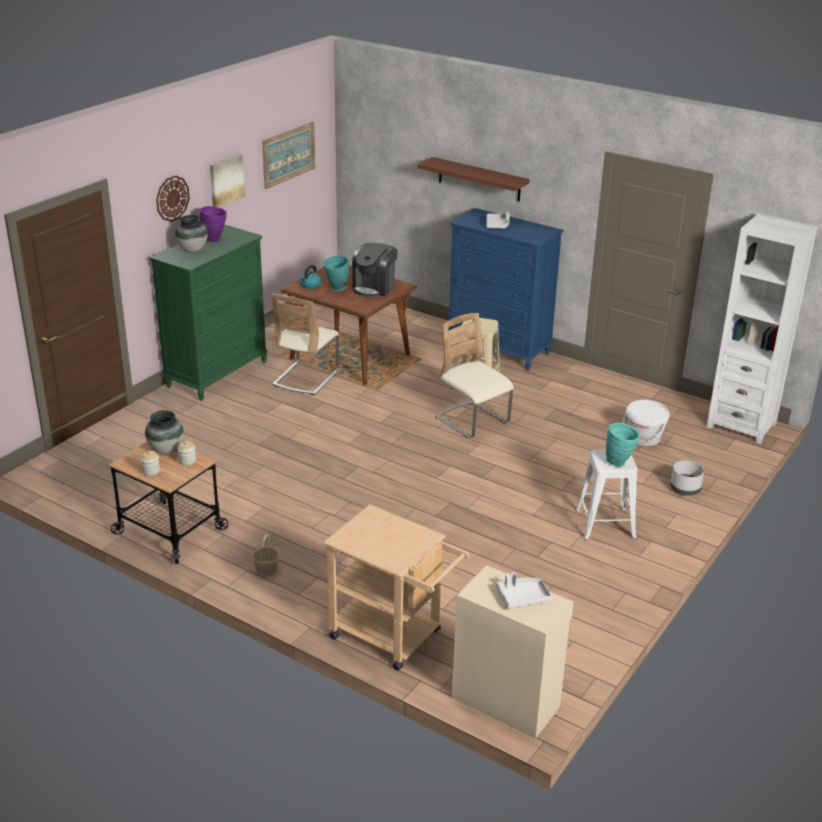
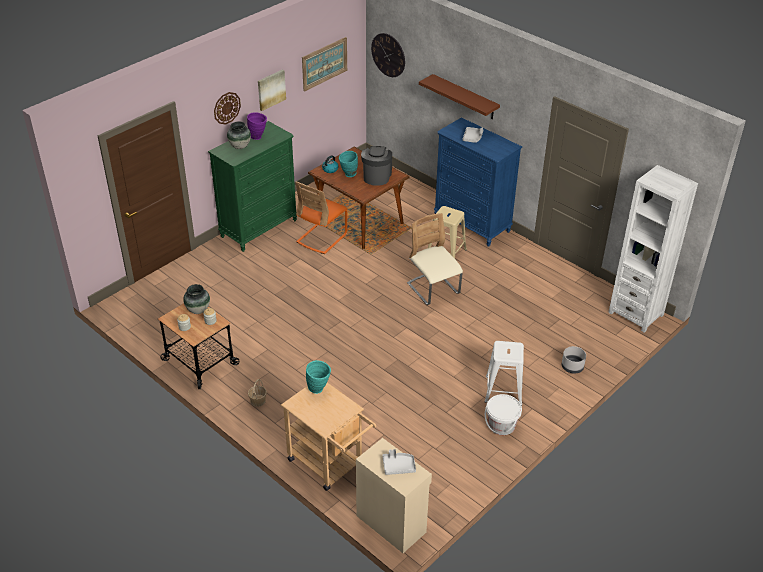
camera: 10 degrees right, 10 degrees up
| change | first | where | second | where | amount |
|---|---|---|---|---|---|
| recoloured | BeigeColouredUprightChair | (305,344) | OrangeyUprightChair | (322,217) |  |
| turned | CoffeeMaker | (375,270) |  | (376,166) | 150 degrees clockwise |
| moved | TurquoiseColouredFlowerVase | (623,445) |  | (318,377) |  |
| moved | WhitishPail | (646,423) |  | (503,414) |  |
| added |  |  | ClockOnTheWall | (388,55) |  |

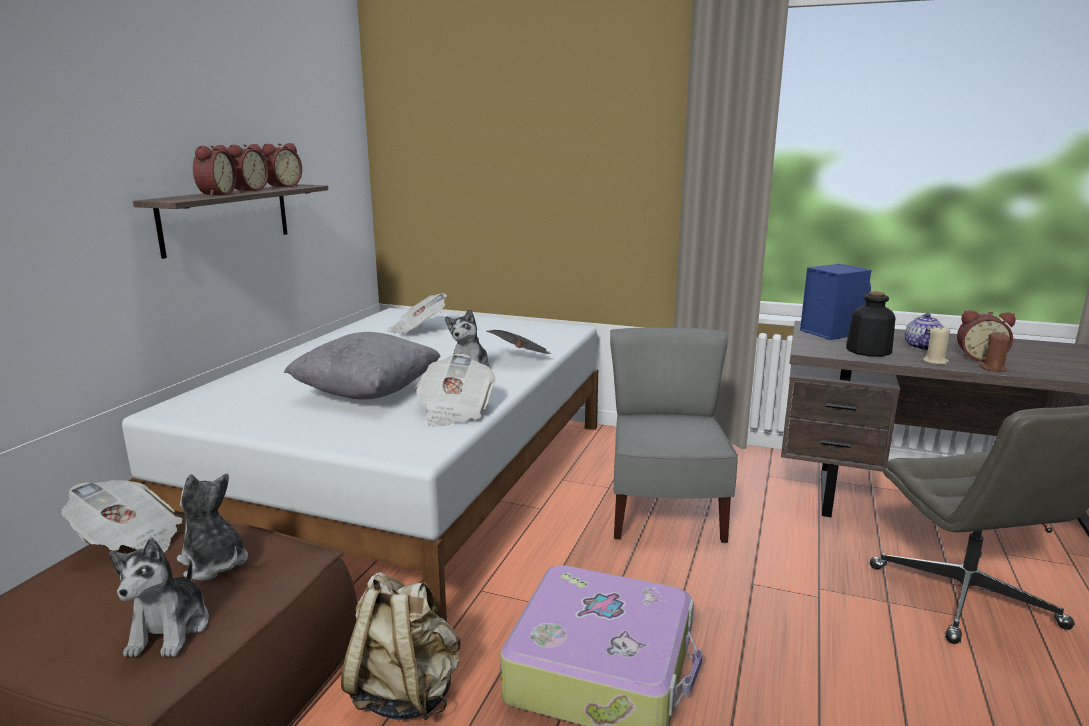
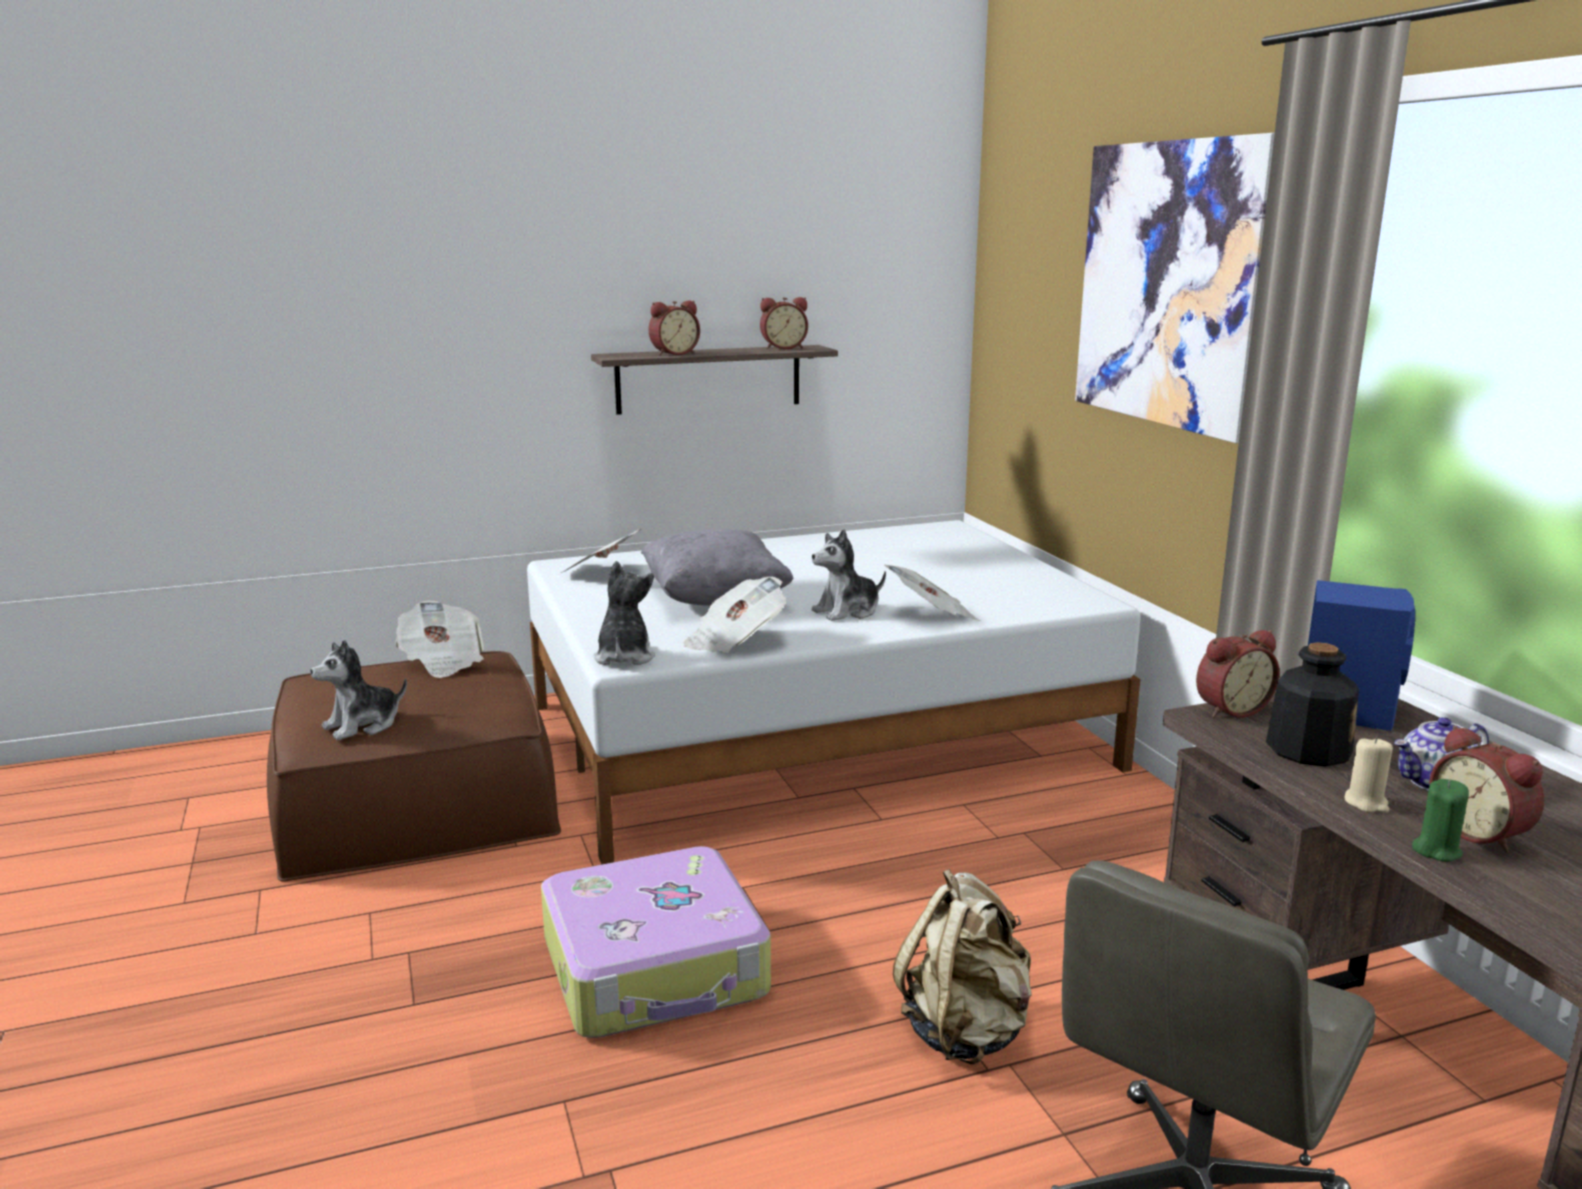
camera: 50 degrees right, 0 degrees up
| change | first | where | second | where | amount |
|---|---|---|---|---|---|
| moved | SoftToy | (212,527) |  | (624,613) |  |
| moved | TableClock | (248,168) |  | (1237,674) |  |
| moved | BeigeColouredBackpack | (400,646) |  | (962,966) |  |
| moved | Newspaper | (417,313) |  | (601,551) |  |
| removed | GrayUprightChair | (674,435) |  |  |  |
| recoloured | BrownColouredWaxLight | (994,352) | GreenColouredWaxLight | (1440,820) |  |
| added |  |  | WallPicture | (1175,288) |  |

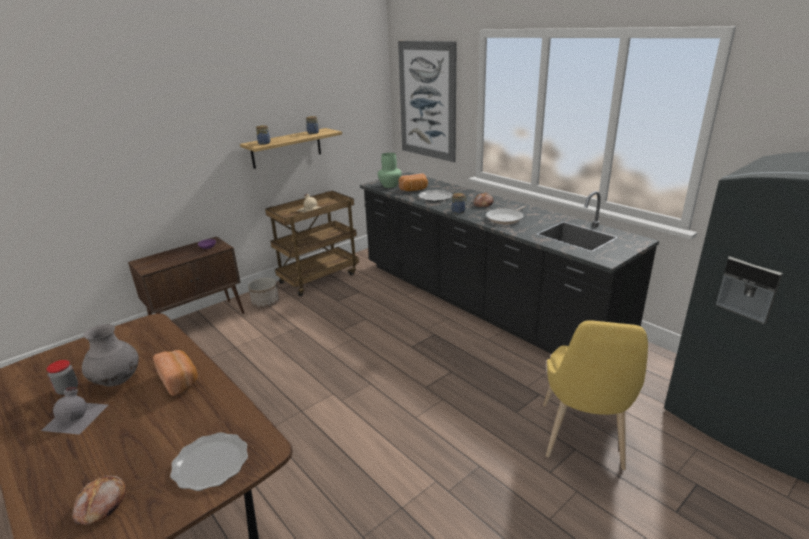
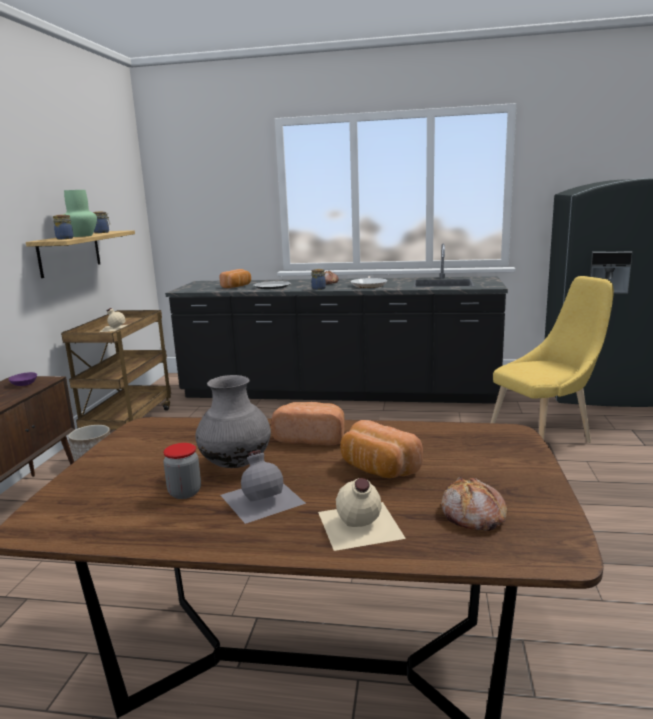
camera: 40 degrees left, 10 degrees down
| change | first | where | second | where | amount |
|---|---|---|---|---|---|
| removed | FlatDish | (209,461) |  |  |  |
| moved | GreenColouredFlowerVase | (390,170) |  | (80,213) |  |
| removed | WallPicture | (427,101) |  |  |  |
| turned | YellowColouredUprightChair | (595,395) |  | (552,359) | 90 degrees counterclockwise |
| added |  |  | BeigeColouredBottle | (362,514) |  |
| added |  |  | BakedBread | (381,449) |  |

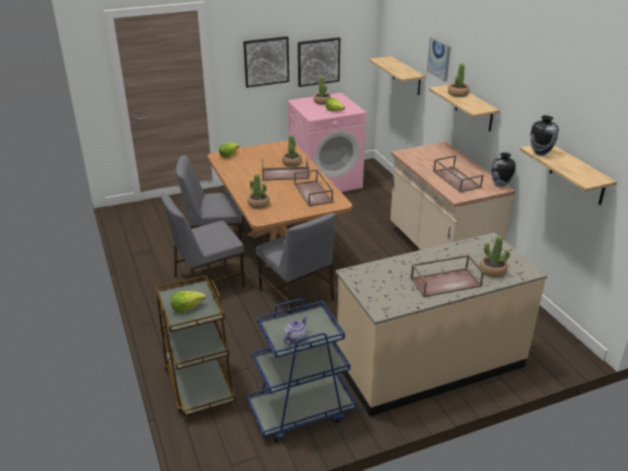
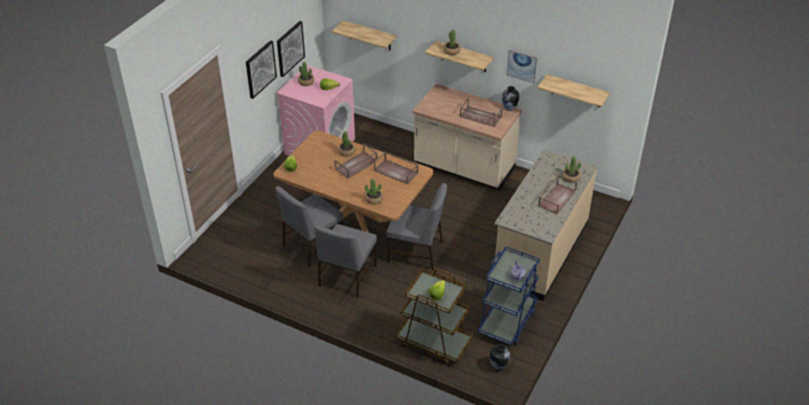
camera: 40 degrees left, 10 degrees up
| change | first | where | second | where | amount |
|---|---|---|---|---|---|
| moved | WallPicture | (439,59) |  | (522,66) |  |
| moved | FlowerVase | (545,135) |  | (500,357) |  |

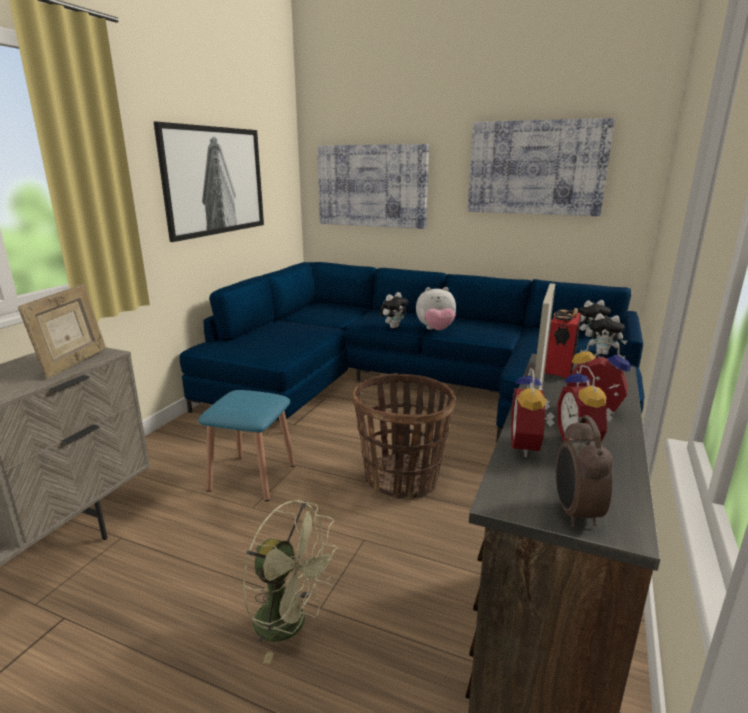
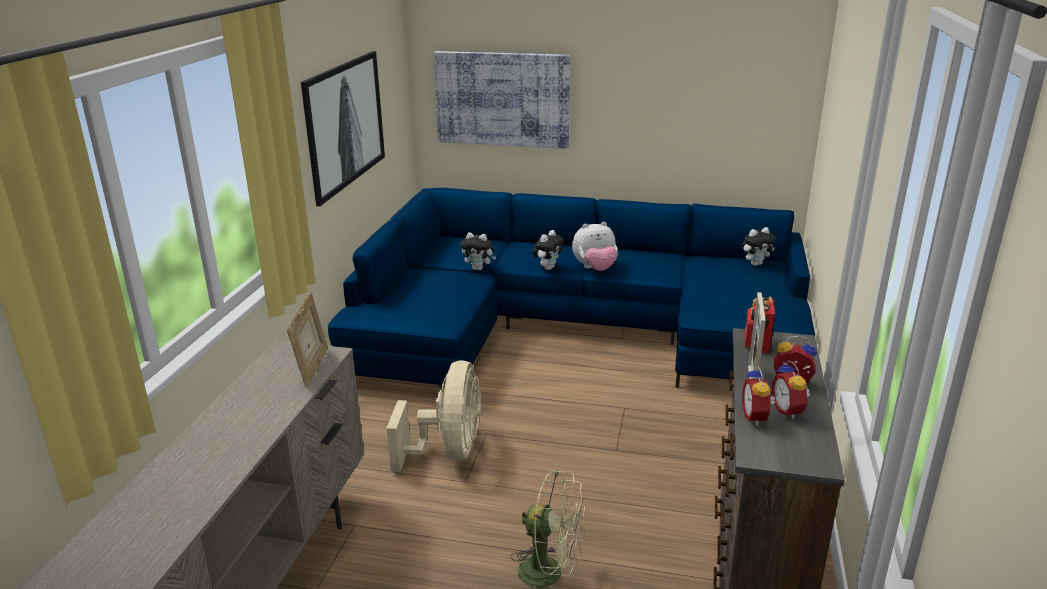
camera: 10 degrees left, 5 degrees up
| change | first | where | second | where | amount |
|---|---|---|---|---|---|
| replaced | BlueColouredSittingStool | (247,445) | BeigeColouredFan | (434,416) |  |
| removed | Basket | (404,436) |  |  |  |
| removed | WallPicture | (541,167) |  |  |  |
| removed | TableClock | (584,472) |  |  |  |
| moved | SoftToy | (607,334) |  | (478,251) |  |

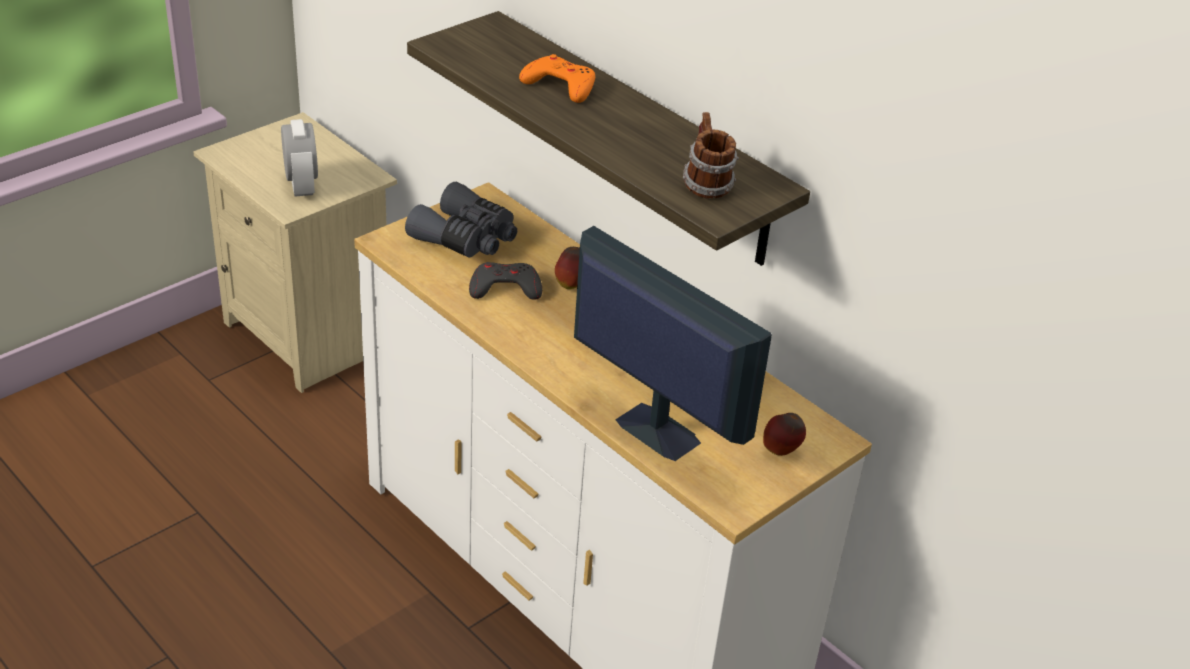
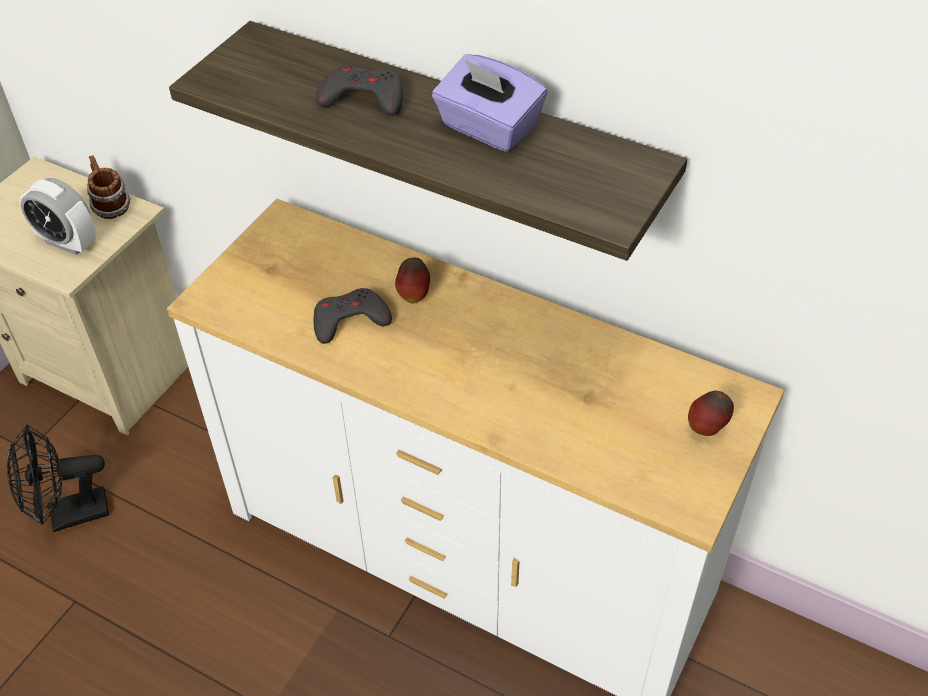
camera: 15 degrees left, 10 degrees up
| change | first | where | second | where | amount |
|---|---|---|---|---|---|
| turned | TableClock | (299,158) |  | (58,216) | 150 degrees clockwise |
| removed | GrayFieldGlasses | (461,220) |  |  |  |
| recoloured | OrangeyJoypad | (557,78) | GrayJoypad | (359,90) |  |
| removed | Monitor | (673,343) |  |  |  |
| moved | CoffeeMug | (711,155) |  | (109,187) |  |
| added |  |  | BlackColouredFan | (58,478) |  |
| added |  |  | PurpleTissueBox | (489,103) |  |

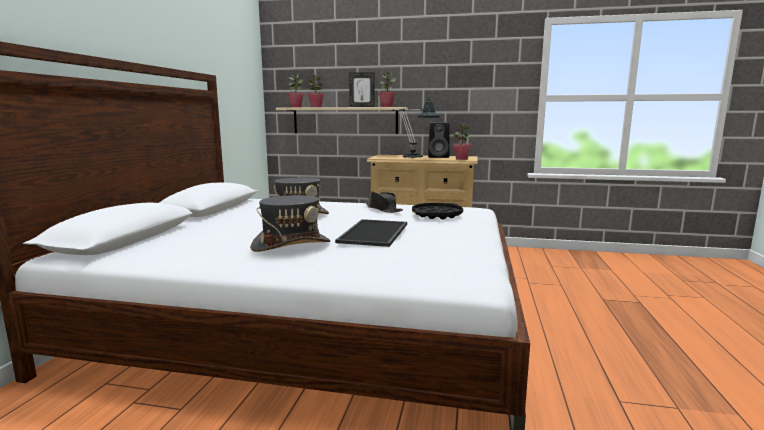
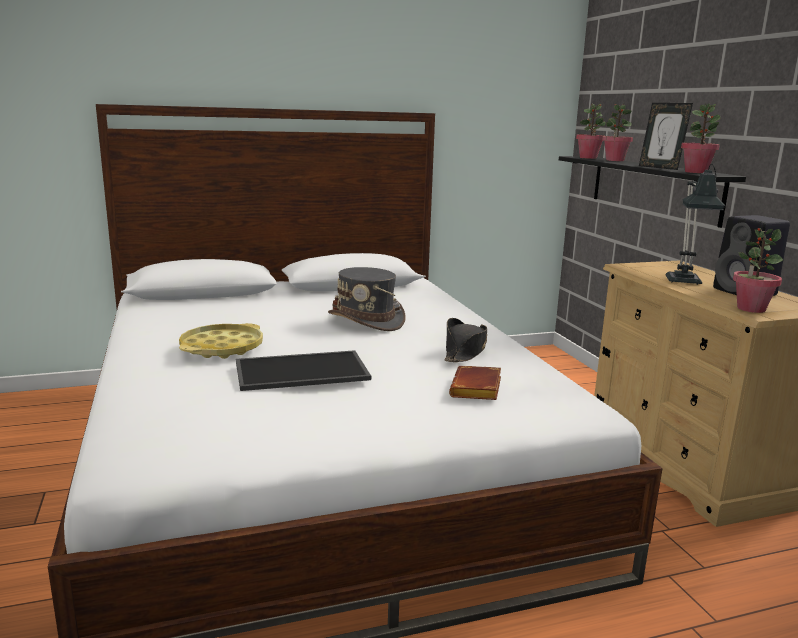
camera: 60 degrees right, 5 degrees up
| change | first | where | second | where | amount |
|---|---|---|---|---|---|
| replaced | GrayHat | (290,223) | YellowColouredTray | (221,341) |  |
| recoloured | BeigeColouredWallShelf | (342,120) | BlackColouredWallShelf | (652,192) |  |
| replaced | BlackColouredTray | (437,211) | BrownColouredVolume | (475,383) |  |

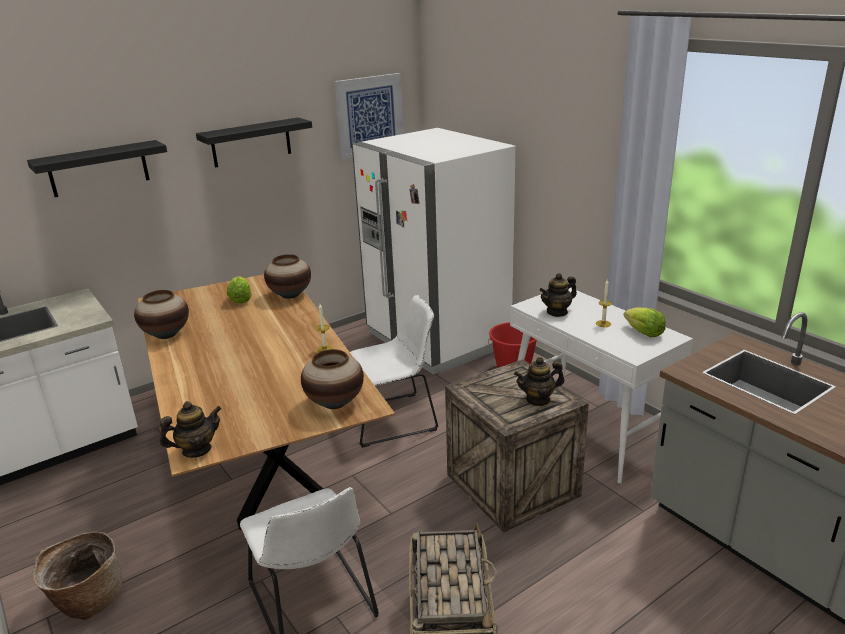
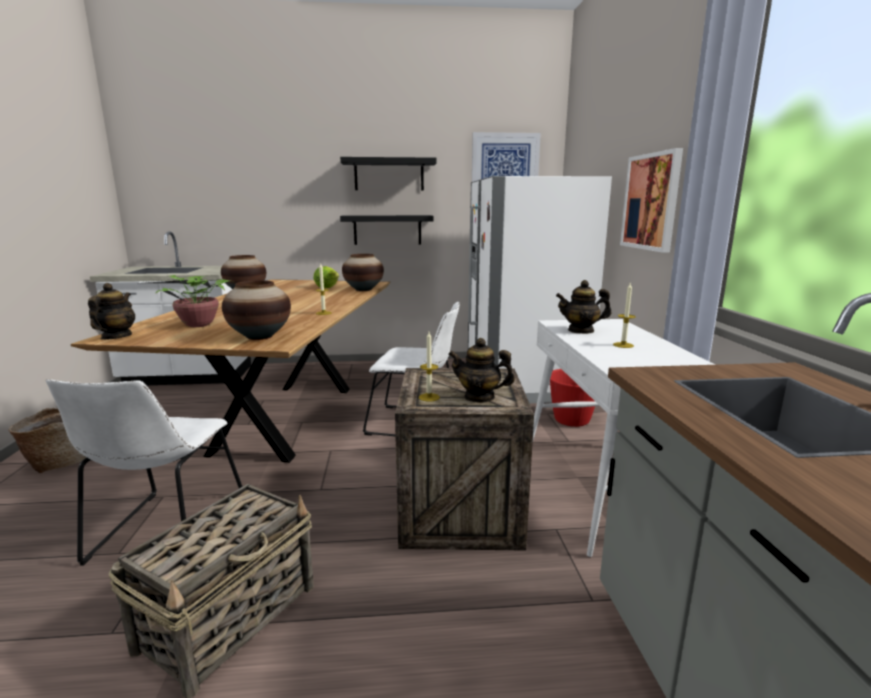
camera: 30 degrees right, 10 degrees down
| change | first | where | second | where | amount |
|---|---|---|---|---|---|
| moved | BlackColouredWallShelf | (97,168) |  | (386,230) |  |
| turned | PotForTea | (191,429) |  | (111,311) | 90 degrees counterclockwise |
| removed | Lettuce | (645,322) |  |  |  |
| added |  |  | PottedPlant | (190,301) |  |
| added |  |  | WaxLight | (429,367) |  |
| added |  |  | WallPicture | (651,200) |  |

